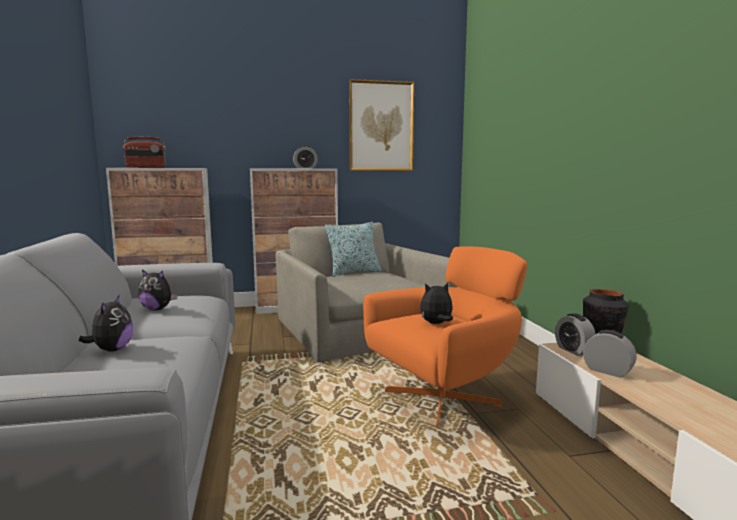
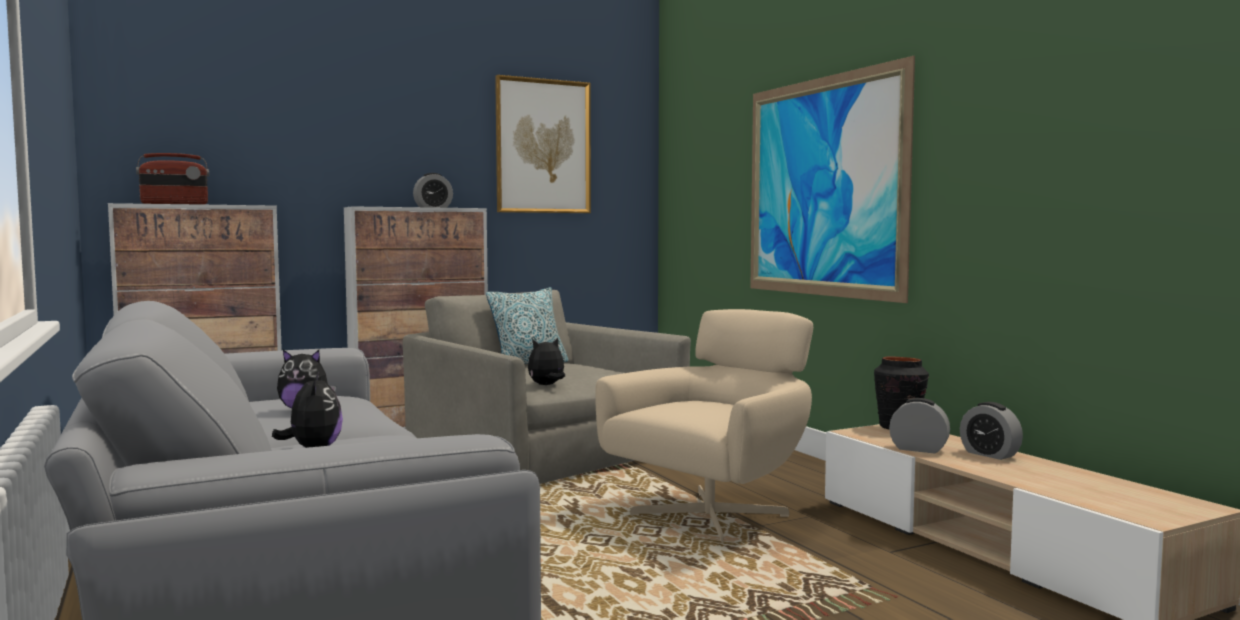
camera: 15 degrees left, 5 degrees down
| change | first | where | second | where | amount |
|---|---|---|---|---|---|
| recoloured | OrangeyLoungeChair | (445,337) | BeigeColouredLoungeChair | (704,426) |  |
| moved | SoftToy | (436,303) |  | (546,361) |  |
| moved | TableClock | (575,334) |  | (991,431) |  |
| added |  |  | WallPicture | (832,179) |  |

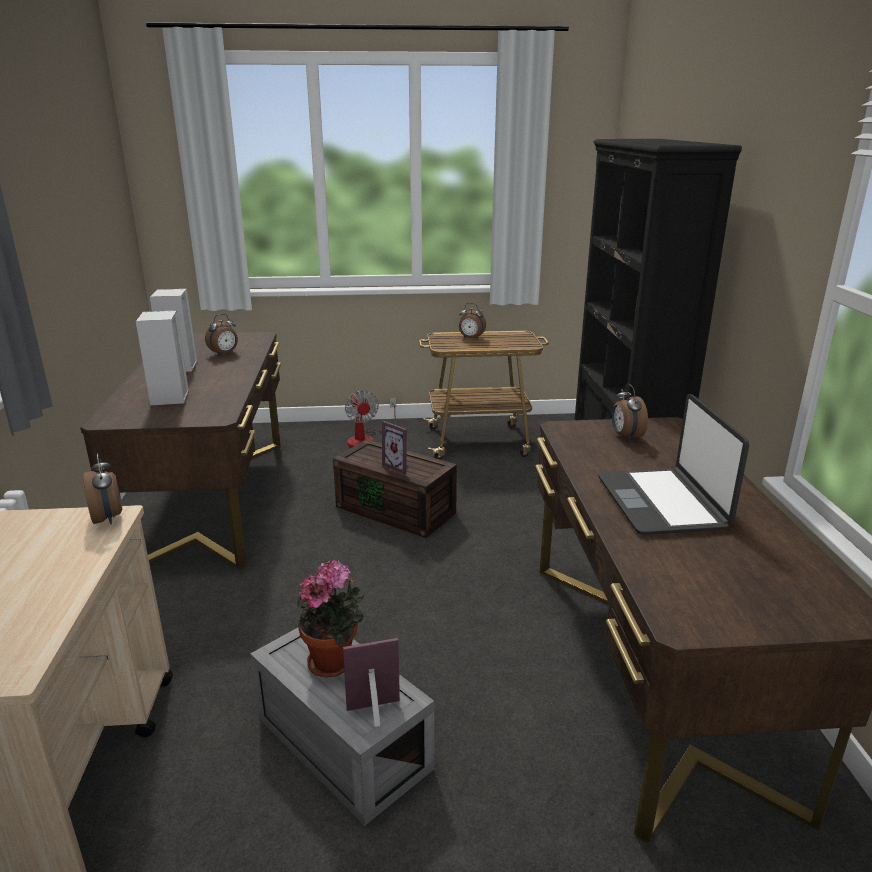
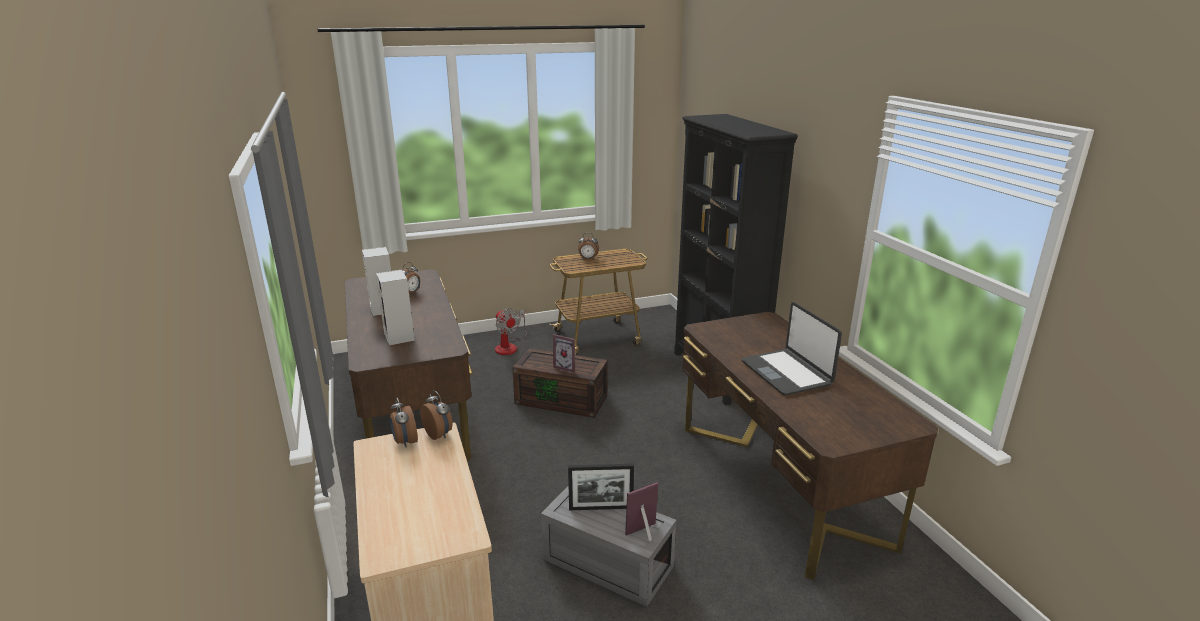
camera: 15 degrees left, 0 degrees up
| change | first | where | second | where | amount |
|---|---|---|---|---|---|
| replaced | PottedPlant | (330,618) | StandingFrame | (601,487) |  |
| moved | TableClock | (630,412) |  | (404,422) |  |

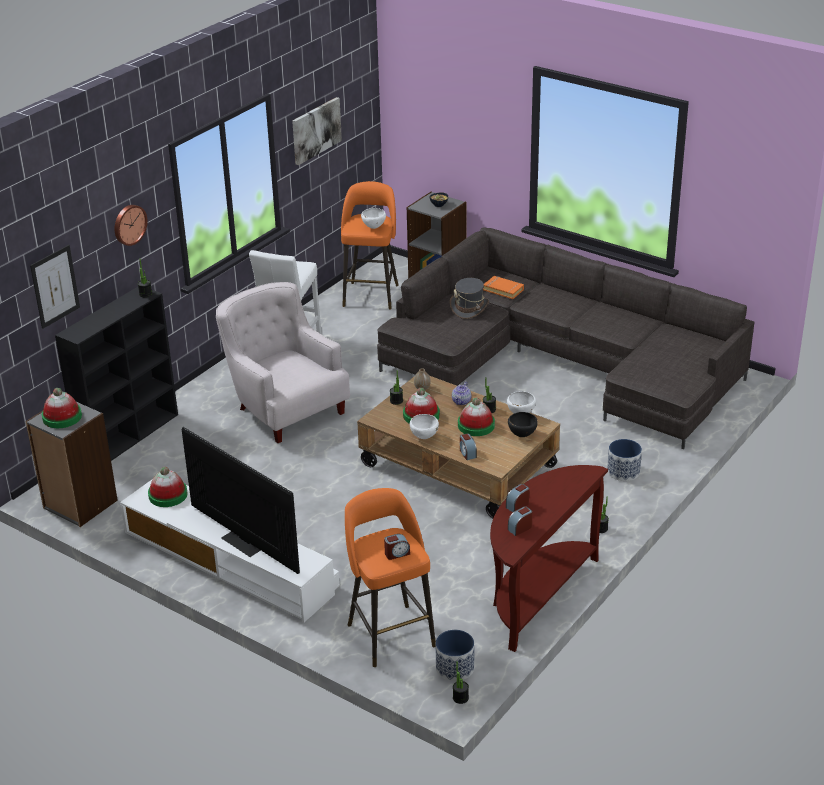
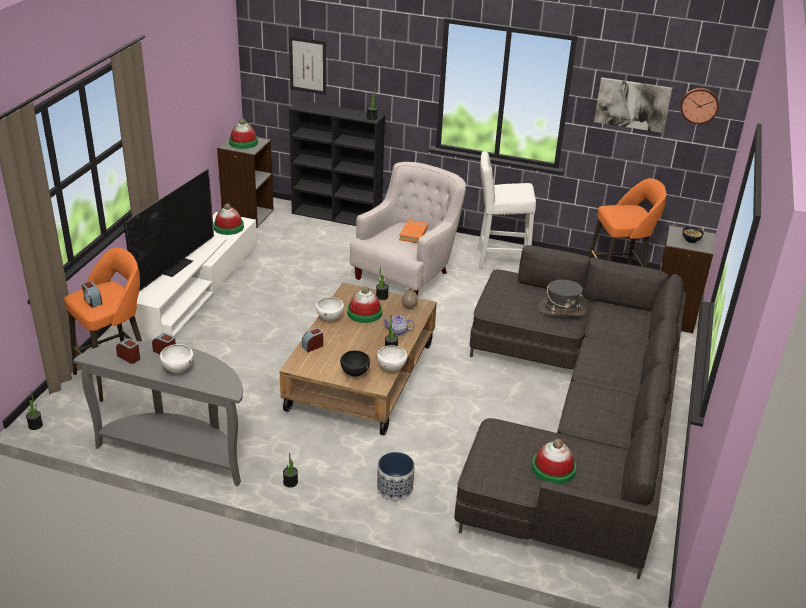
camera: 70 degrees right, 0 degrees up
| change | first | where | second | where | amount |
|---|---|---|---|---|---|
| moved | ClockOnTheWall | (131,225) |  | (700,106) |  |
| moved | WhitishBowl | (373,218) |  | (177,358) |  |
| removed | PlantPot | (455,655) |  |  |  |
| moved | Hat | (476,416) |  | (554,461) |  |
| moved | OrangeyVolume | (503,287) |  | (413,231) |  |
| recoloured | BrownColouredNarrowTable | (549,558) | GrayNarrowTable | (158,414) |  |

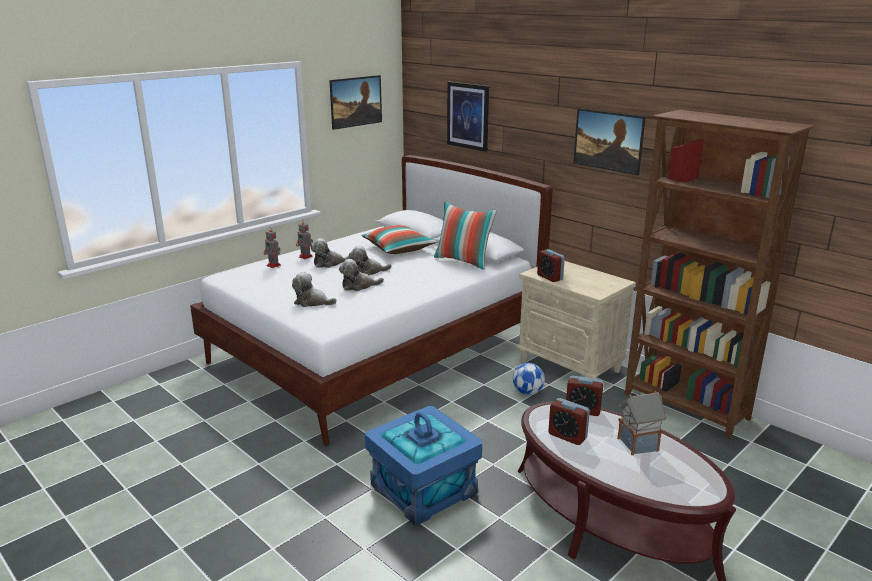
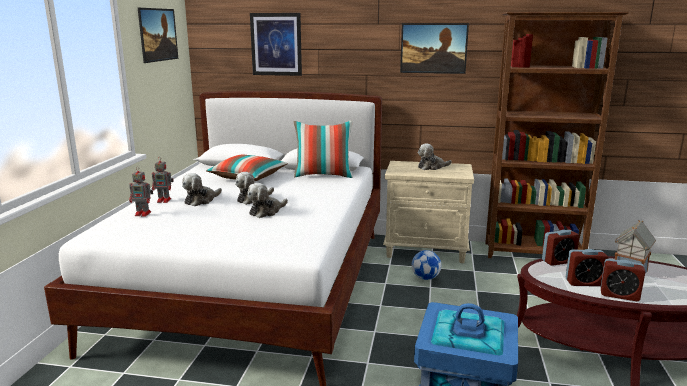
camera: 35 degrees left, 5 degrees down
| change | first | where | second | where | amount |
|---|---|---|---|---|---|
| moved | SoftToy | (314,289) |  | (435,156) |  |
| moved | TableClock | (551,265) |  | (623,280) |  |

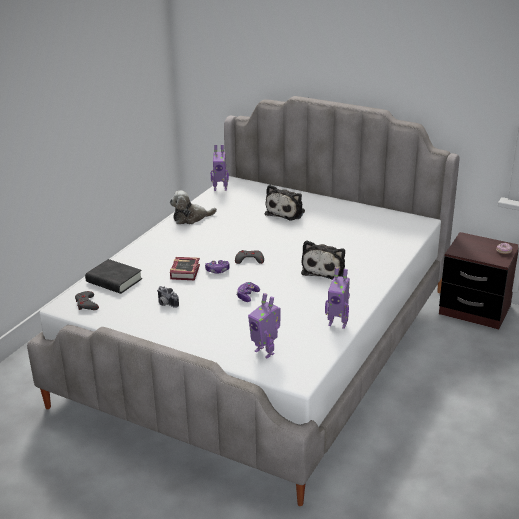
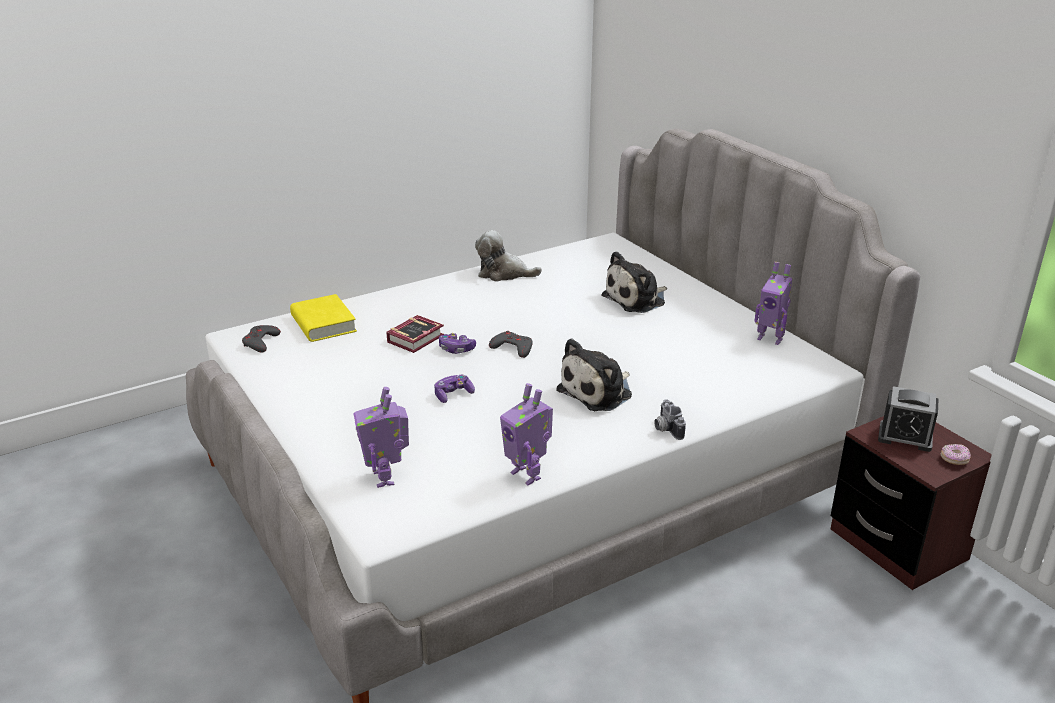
camera: 30 degrees right, 0 degrees up
| change | first | where | second | where | amount |
|---|---|---|---|---|---|
| recoloured | BlackColouredVolume | (113,276) | YellowColouredVolume | (323,318) |  |
| moved | PhotoCamera | (168,297) |  | (670,419) |  |
| moved | RobotFigure | (220,168) |  | (773,303) |  |
| added |  |  | TableClock | (908,419) |  |

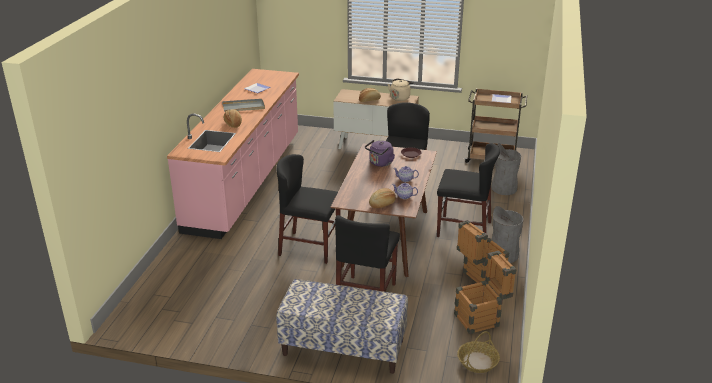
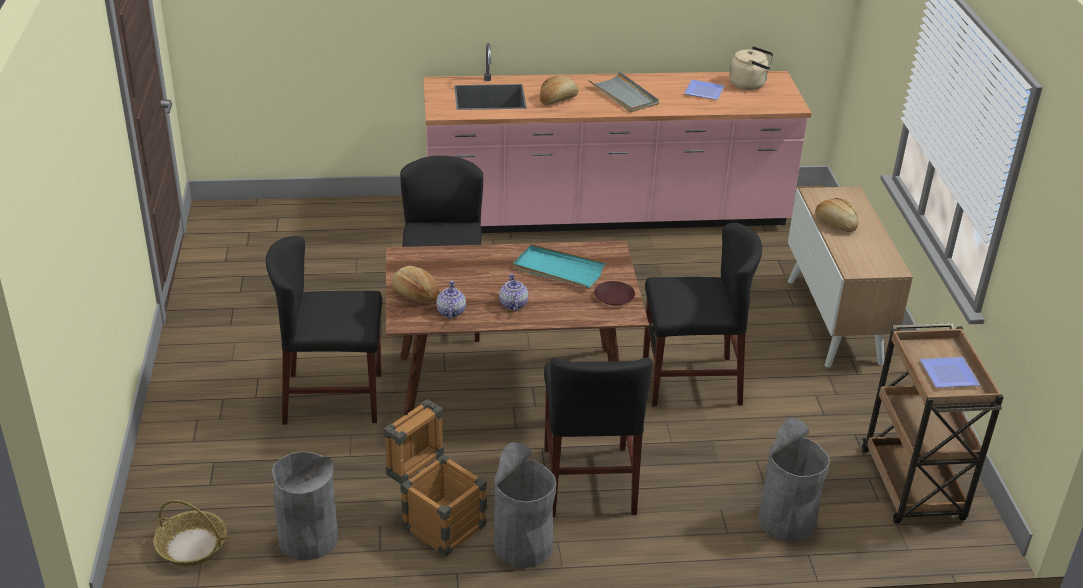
camera: 70 degrees right, 5 degrees up
| change | first | where | second | where | amount |
|---|---|---|---|---|---|
| removed | IndoorBench | (342,326) |  |  |  |
| replaced | PurpleKettle | (380,153) | TurquoiseColouredTray | (559,266) |  |
| moved | BeigeColouredKettle | (401,90) |  | (751,68) |  |
| replaced | ShippingCrate | (485,292) | GrayRubbishBin | (305,505) |  |

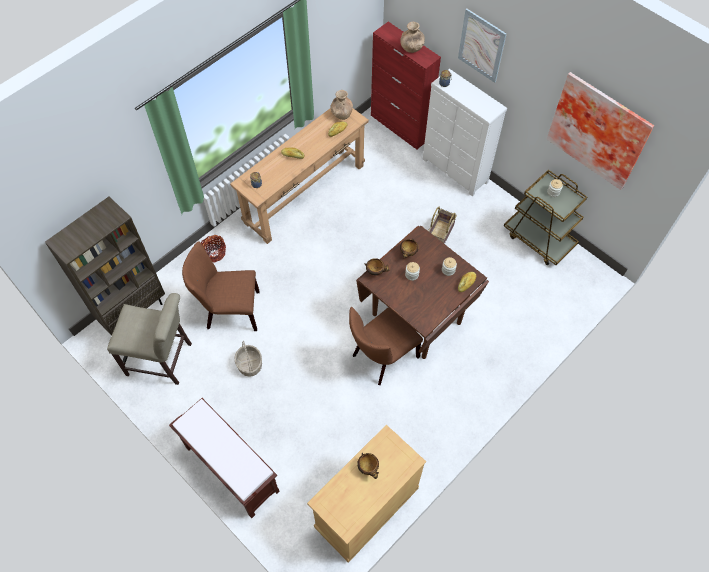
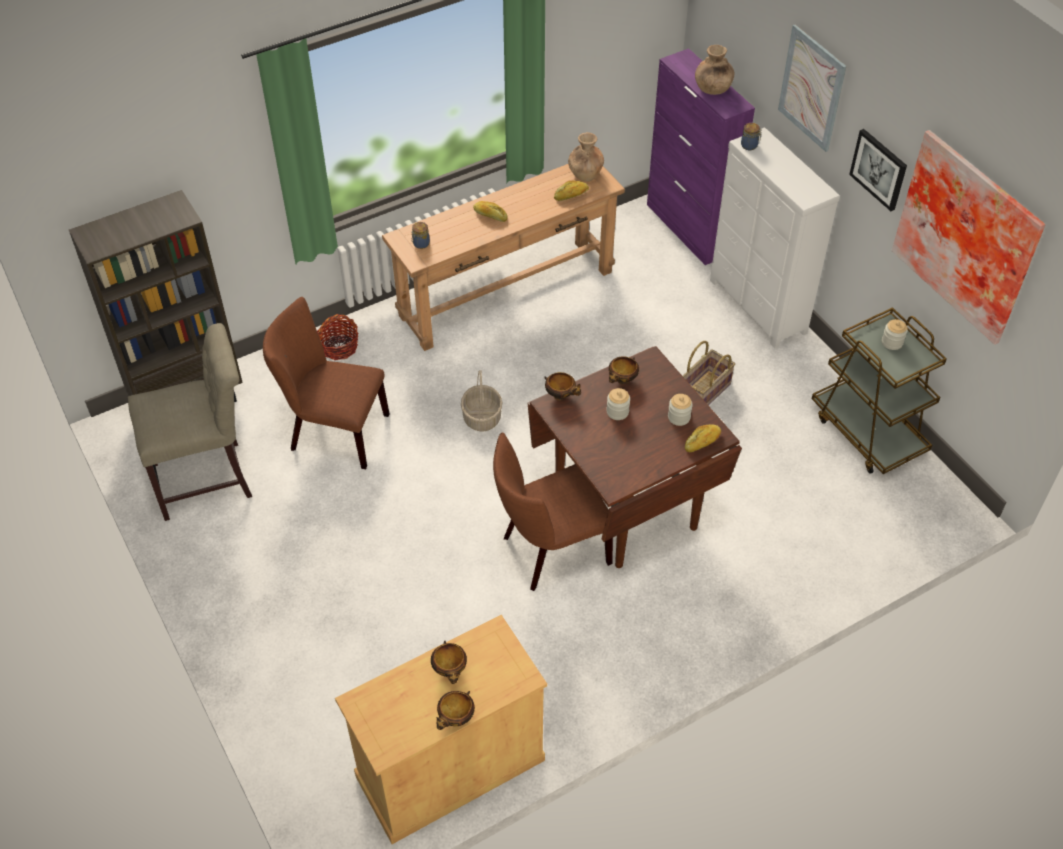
camera: 15 degrees right, 10 degrees down
| change | first | where | second | where | amount |
|---|---|---|---|---|---|
| turned | BeigeColouredUprightChair | (149,339) |  | (190,422) | 45 degrees counterclockwise |
| removed | BrownColouredIndoorBench | (224,458) |  |  |  |
| moved | Basket | (248,358) |  | (481,401) |  |
| recoloured | RedStorageCabinet | (406,86) | PurpleStorageCabinet | (701,156) |  |
| added |  |  | Bowl | (455,710) |  |
| added |  |  | WallPicture | (878,170) |  |

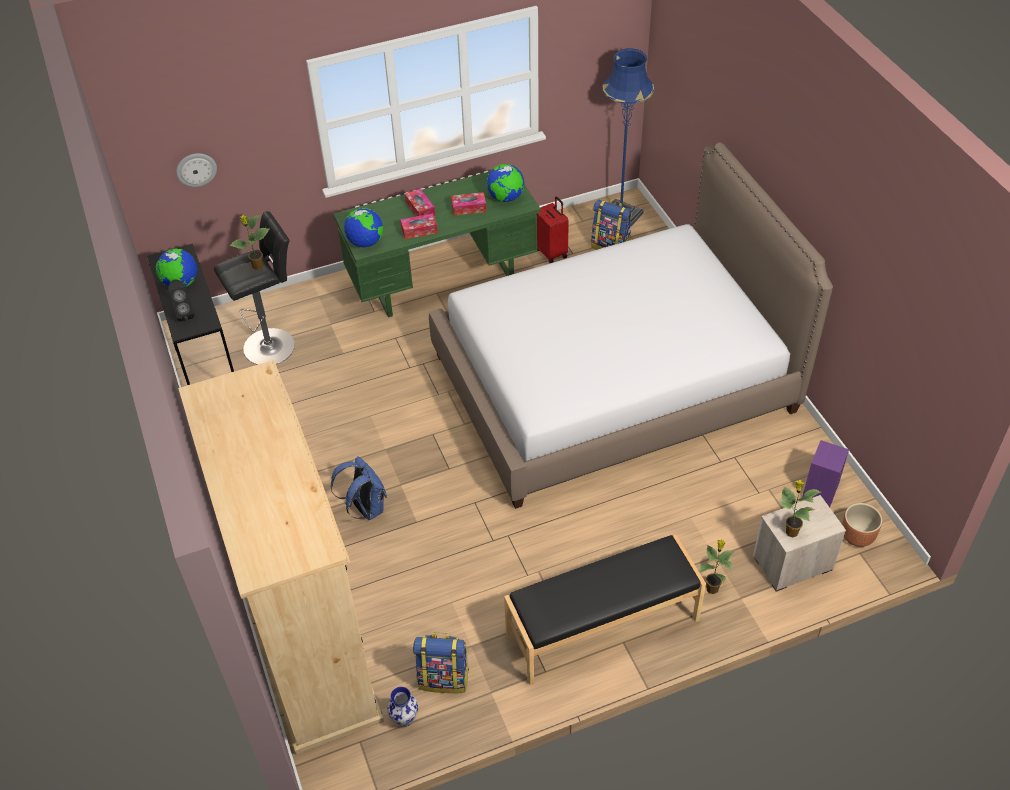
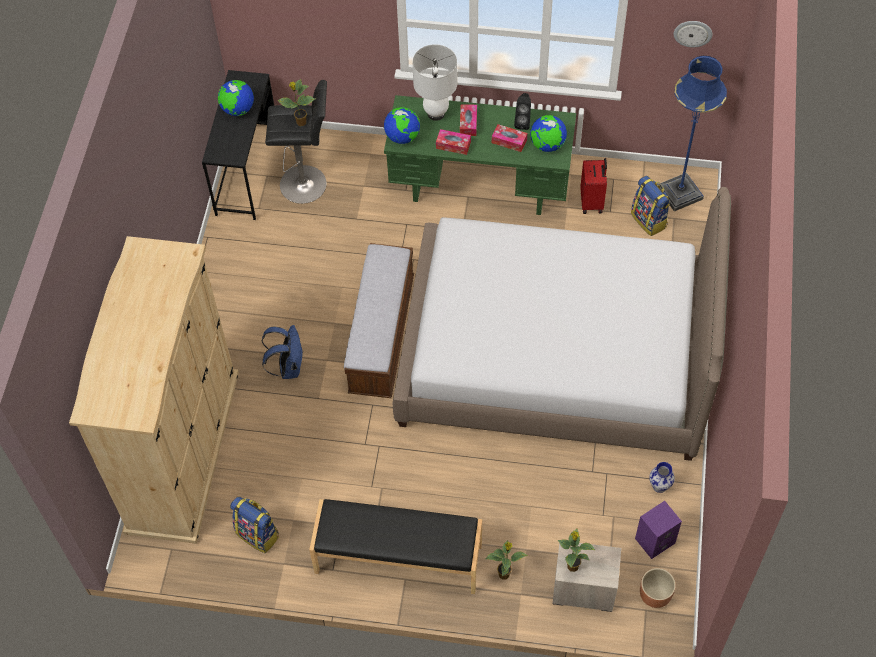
camera: 30 degrees right, 10 degrees up
| change | first | where | second | where | amount |
|---|---|---|---|---|---|
| moved | BlackColouredSpeaker | (181,300) |  | (522,111) |  |
| moved | ClockOnTheWall | (196,170) |  | (693,34) |  |
| moved | FlowerVase | (402,707) |  | (662,477) |  |
| added |  |  | IndoorBench | (379,320) |  |
| added |  |  | WhitishTableLamp | (434,82) |  |

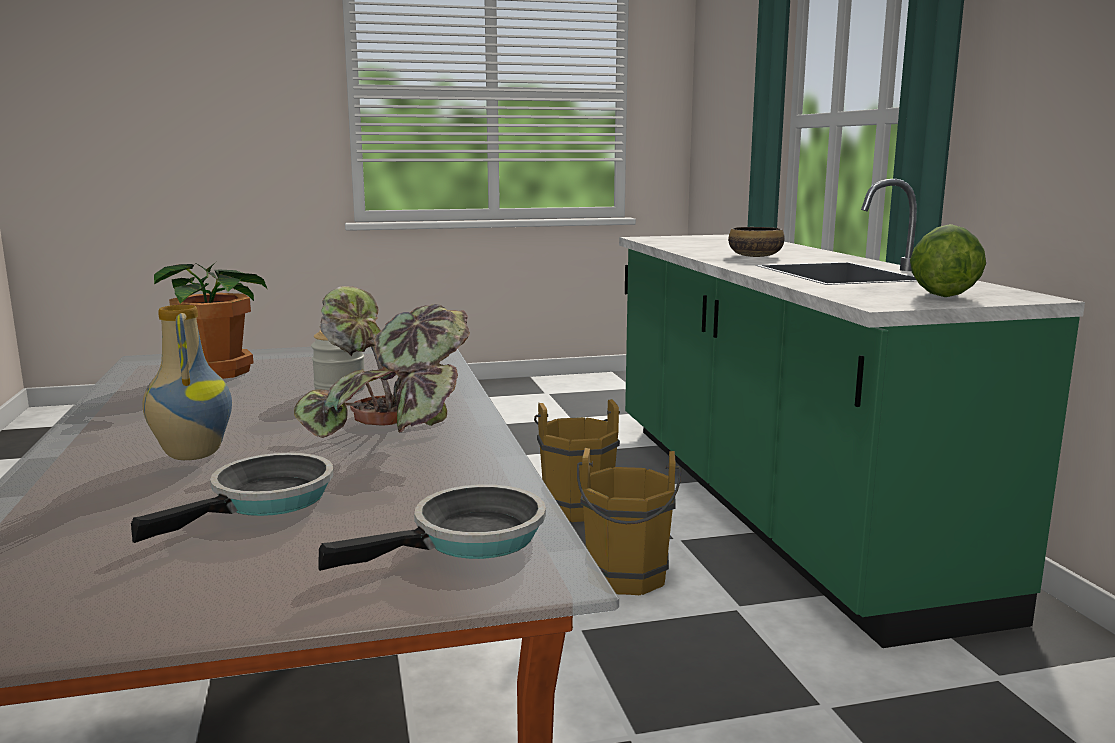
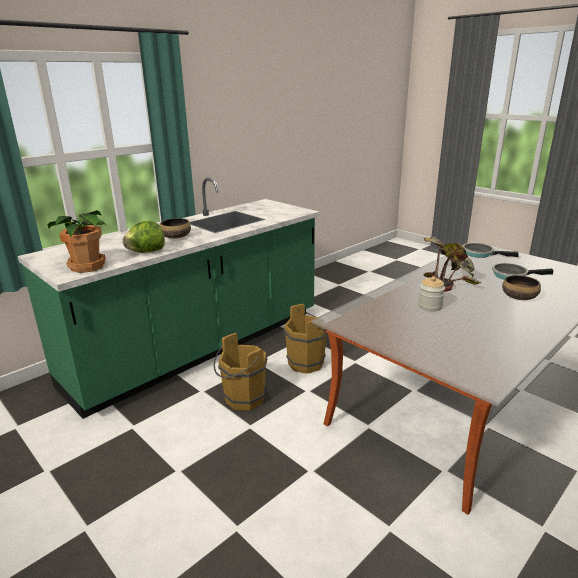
camera: 120 degrees left, 10 degrees up
| change | first | where | second | where | amount |
|---|---|---|---|---|---|
| replaced | FlowerVase | (187,382) | Bowl | (521,287) |  |
| moved | PottedPlant | (210,320) |  | (77,241) |  |
| moved | Lettuce | (948,260) |  | (144,237) |  |

